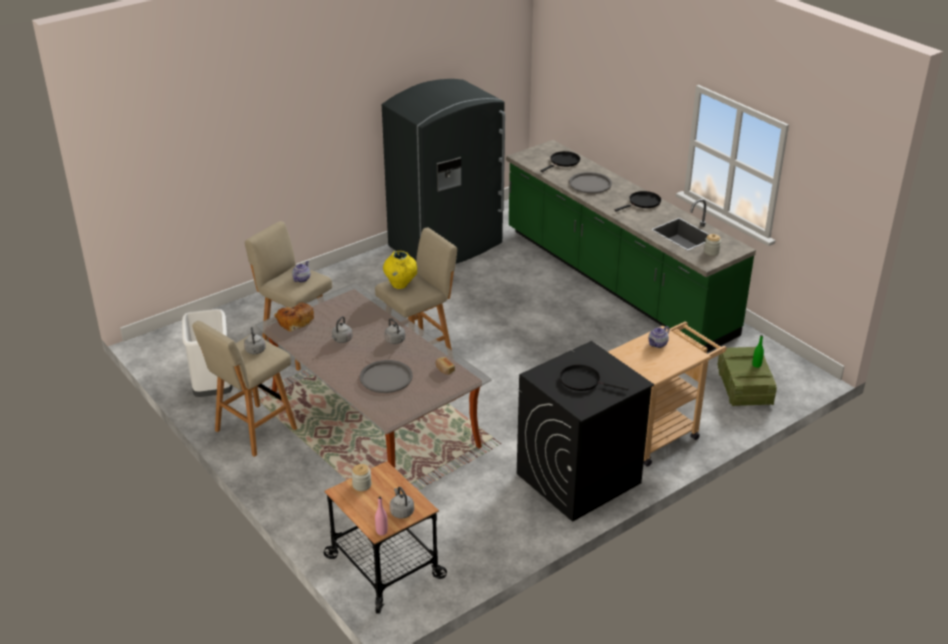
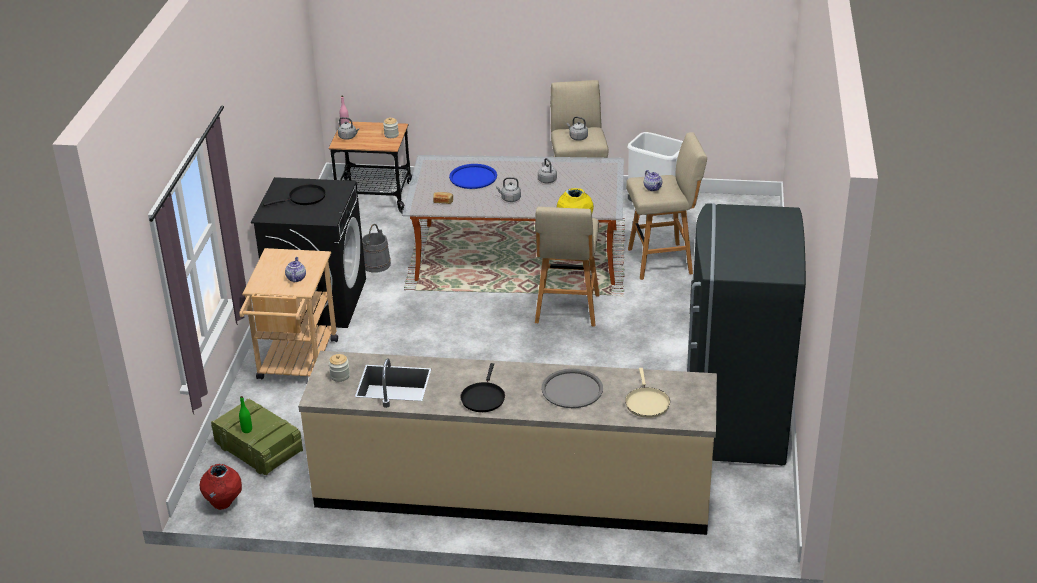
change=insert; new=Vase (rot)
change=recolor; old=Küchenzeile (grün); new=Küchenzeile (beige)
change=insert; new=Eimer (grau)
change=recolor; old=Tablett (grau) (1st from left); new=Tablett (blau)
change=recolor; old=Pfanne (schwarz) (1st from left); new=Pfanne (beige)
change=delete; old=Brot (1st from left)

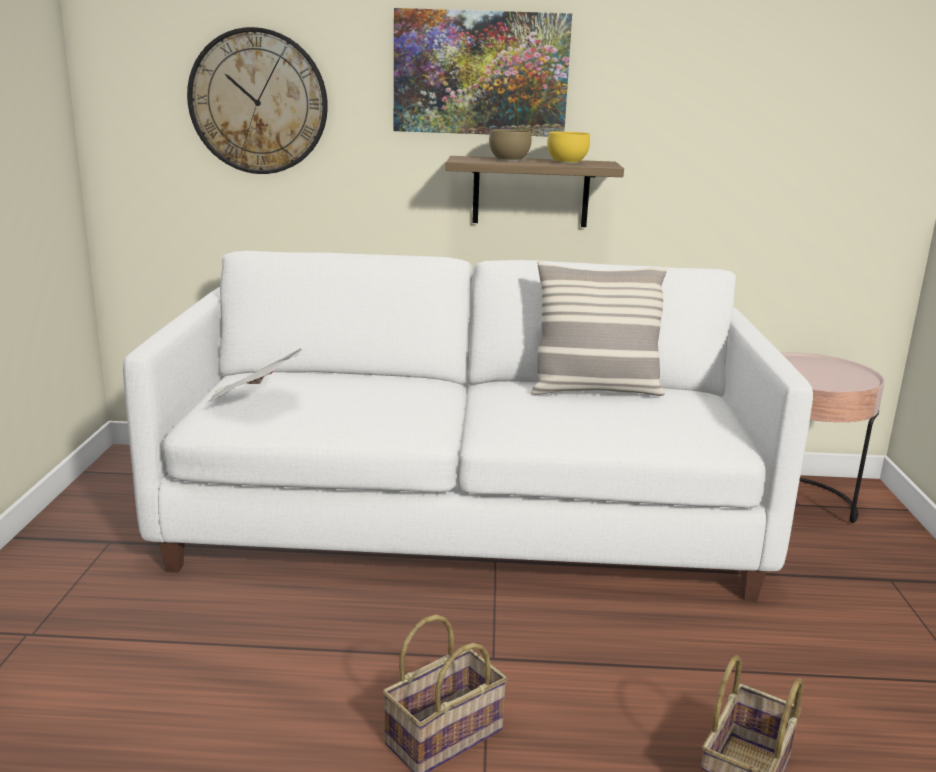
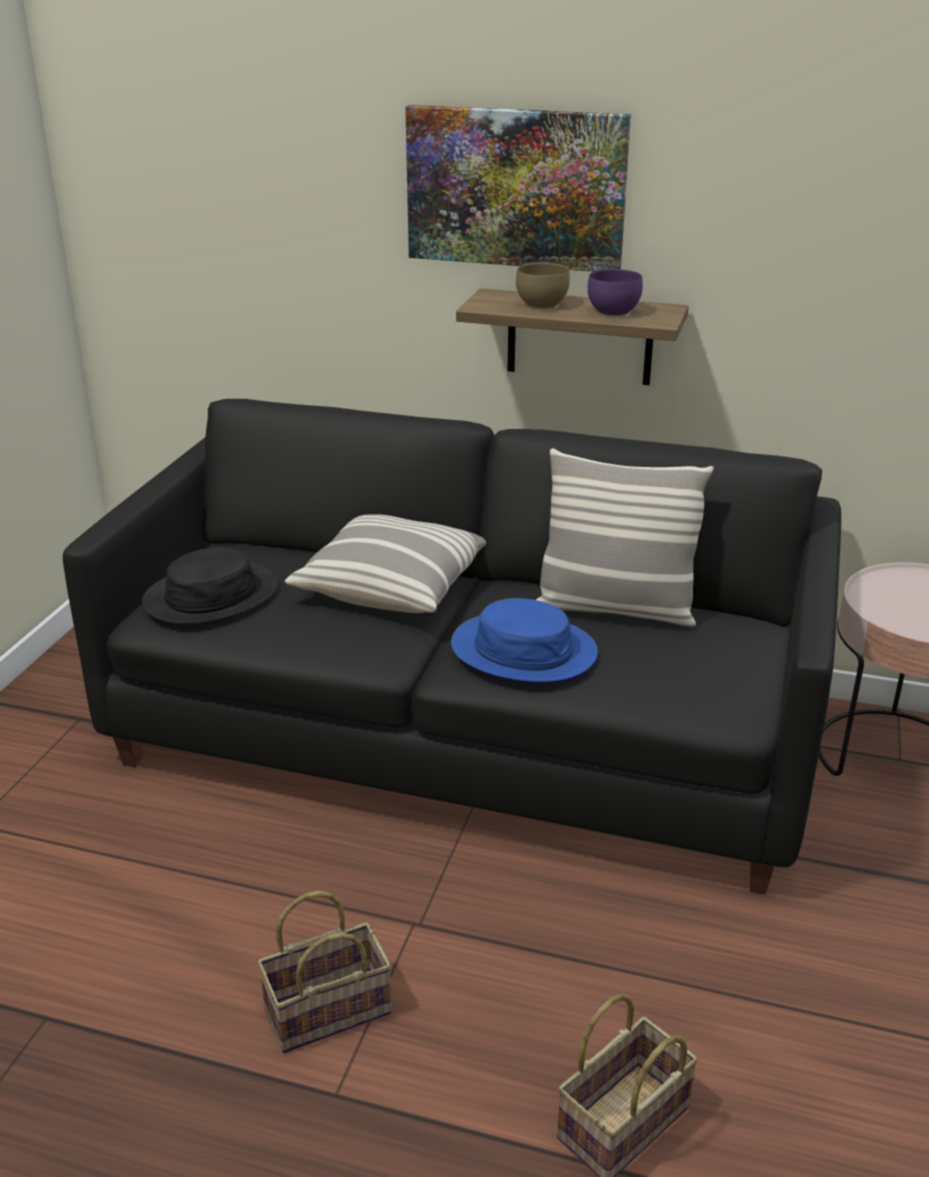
change=recolor; old=Sofa (weiß); new=Sofa (schwarz)
change=replace; old=Zeitung; new=Hut (schwarz)
change=insert; new=Kissen (1st from left)
change=insert; new=Hut (blau)
change=recolor; old=Schüssel (gelb); new=Schüssel (lila)
change=delete; old=Wanduhr

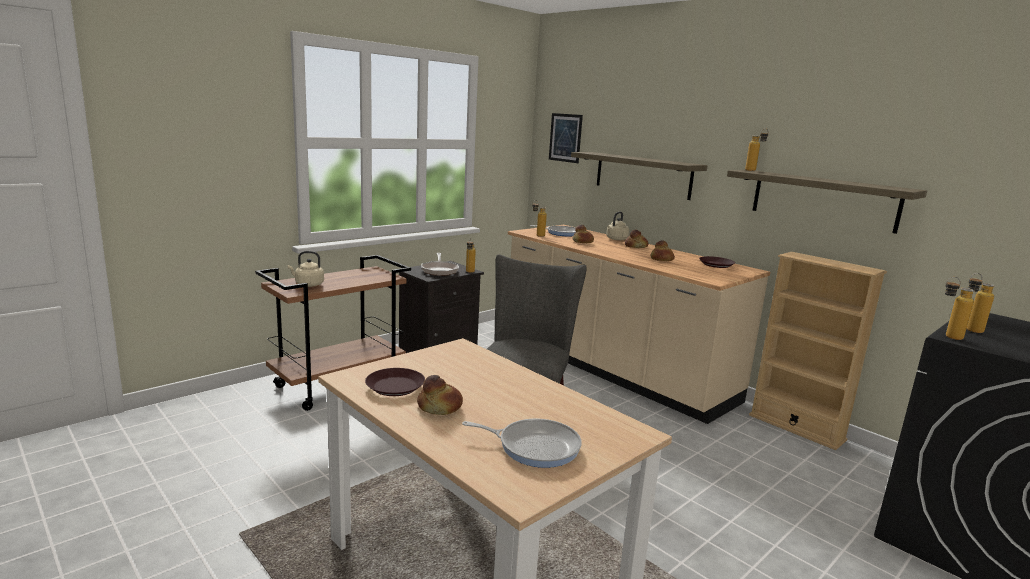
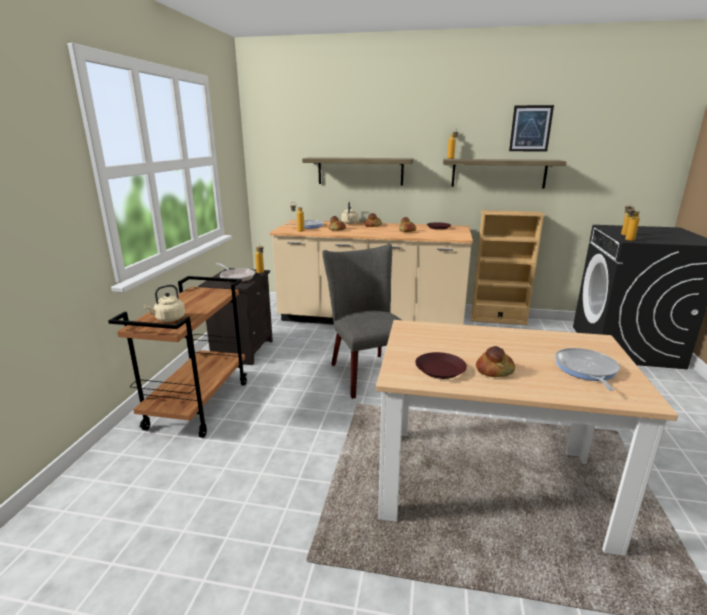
change=move; old=Bild
change=rotate; old=Pfanne (2nd from left in the first image); degrees=-60

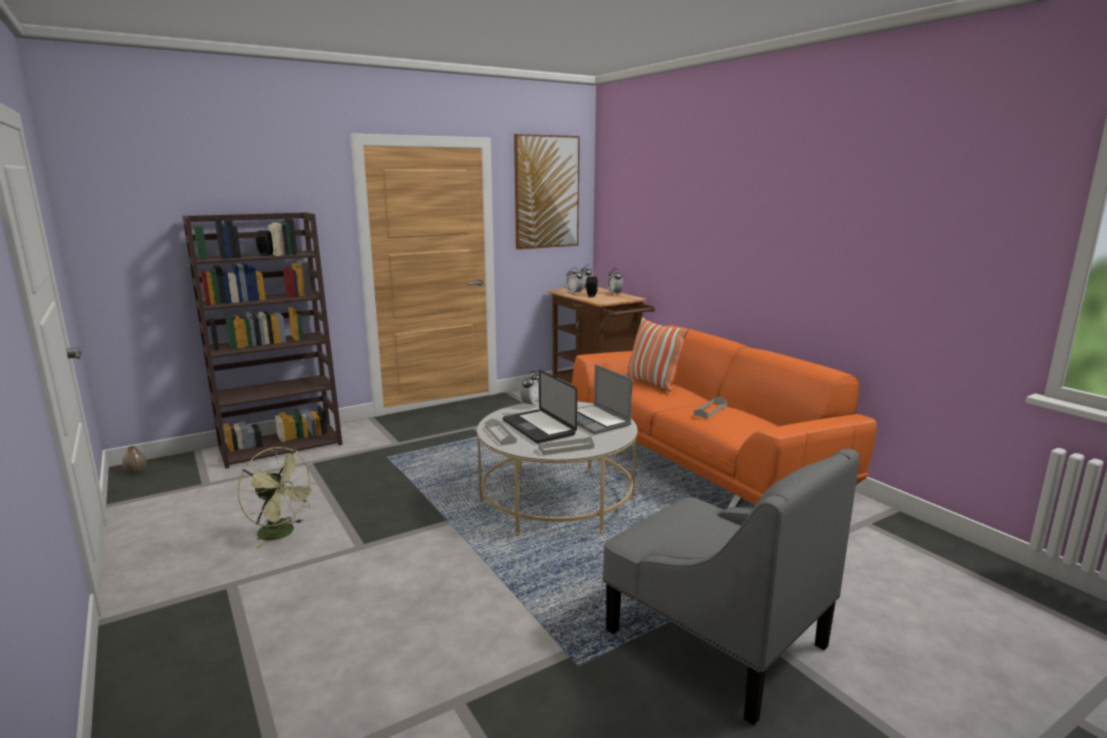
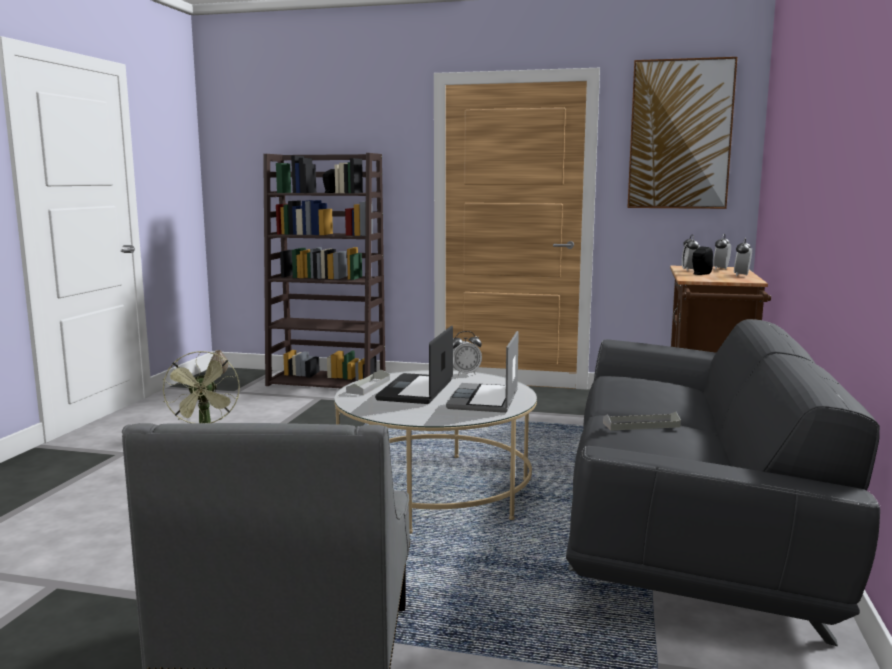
change=recolor; old=Sofa (orange); new=Sofa (grau)
change=delete; old=Tablett (grau) (2nd from left)
change=delete; old=Kissen

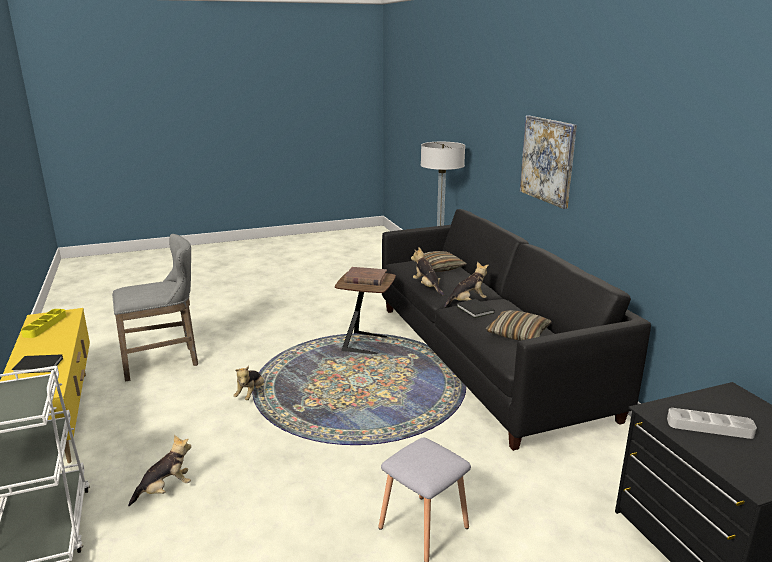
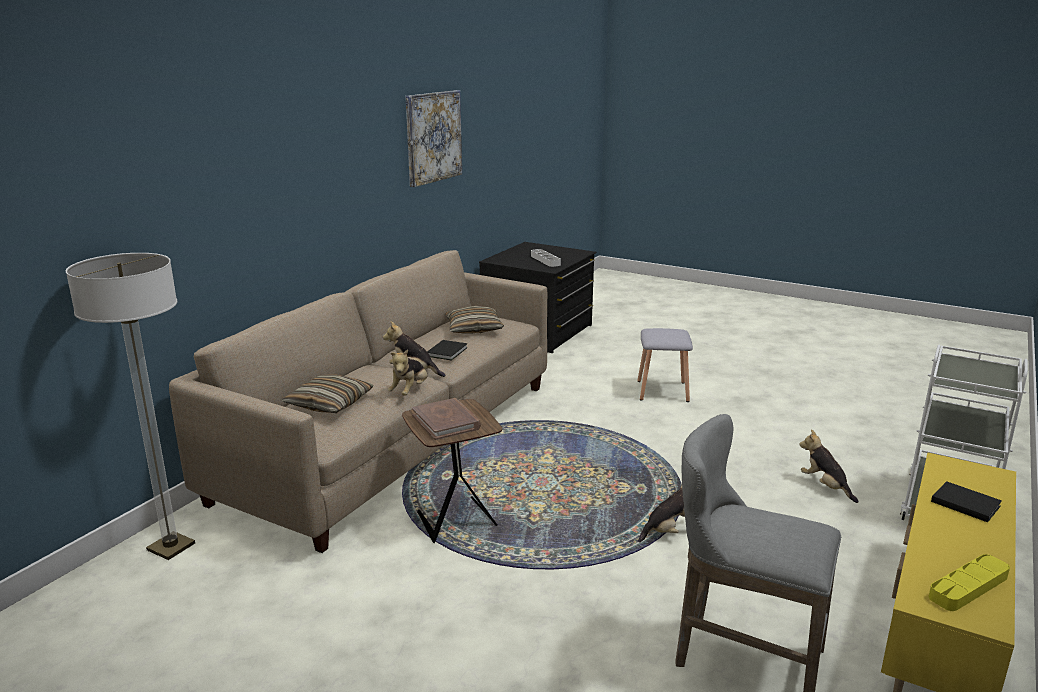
change=recolor; old=Sofa (schwarz); new=Sofa (beige)
change=move; old=Bild
change=rotate; old=Plüschtier (1st from left in the first image); degrees=45

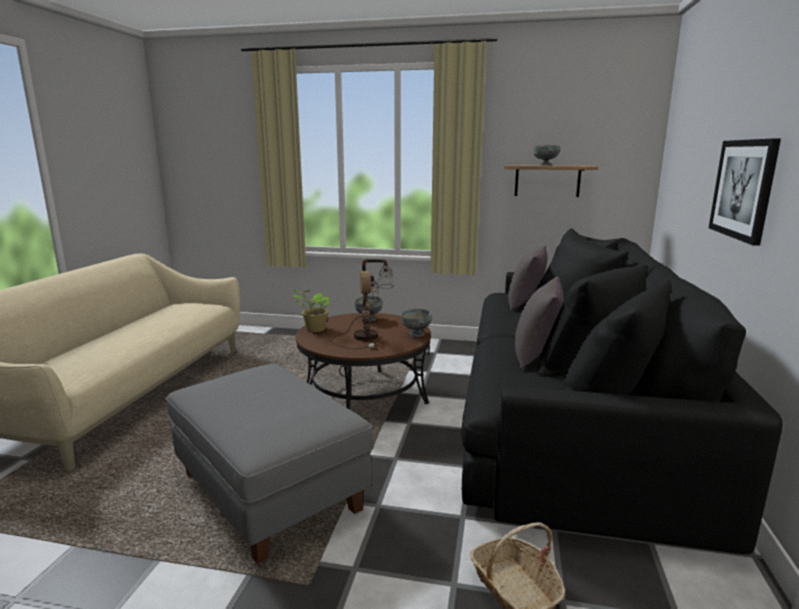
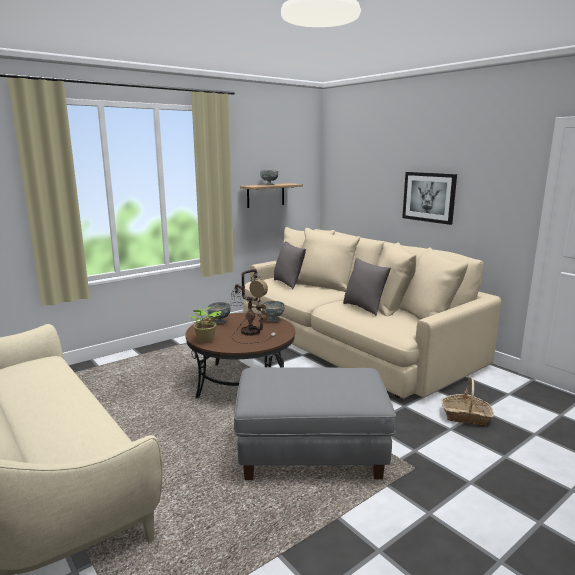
change=recolor; old=Sofa (schwarz); new=Sofa (beige) (2nd from left)

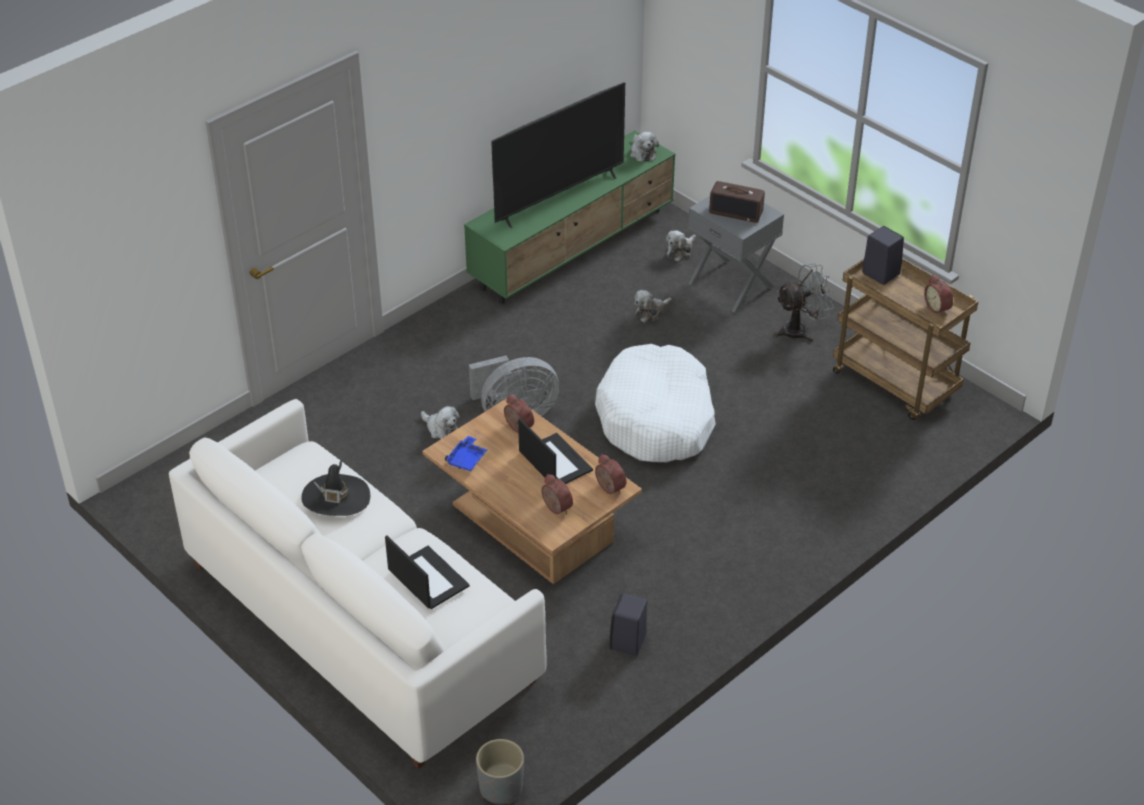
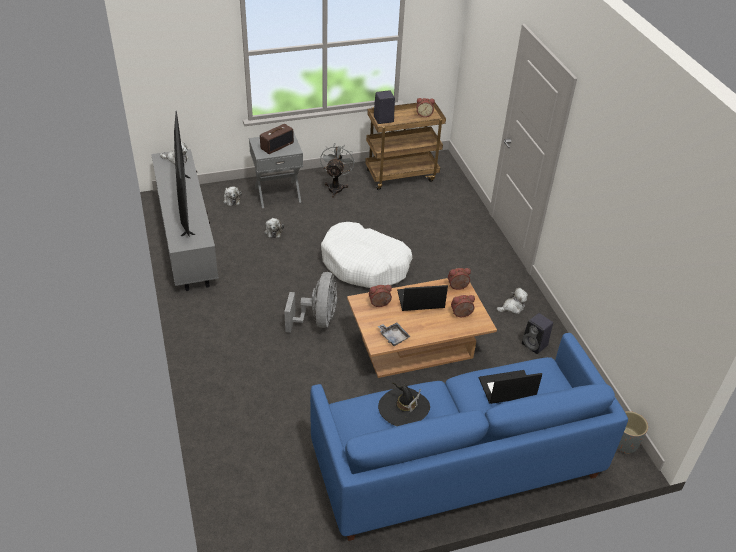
change=recolor; old=Fernsehschrank (grün); new=Fernsehschrank (grau)
change=recolor; old=Sofa (weiß); new=Sofa (blau)
change=recolor; old=Tablett (blau); new=Tablett (grau)
change=move; old=Plüschtier (1st from left in the first image); new=Plüschtier (4th from left)

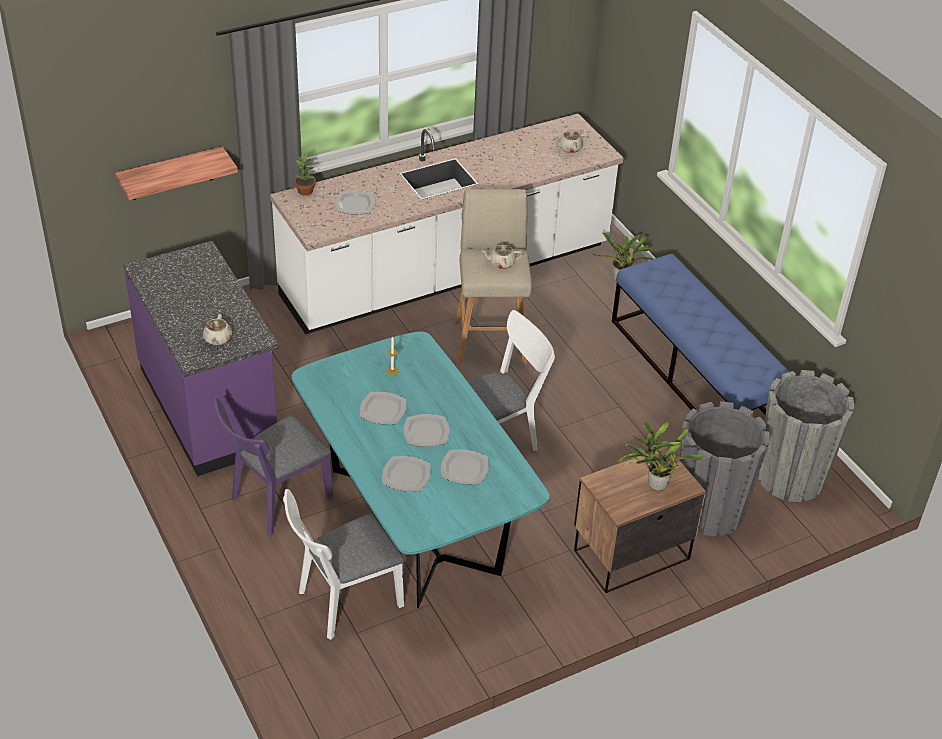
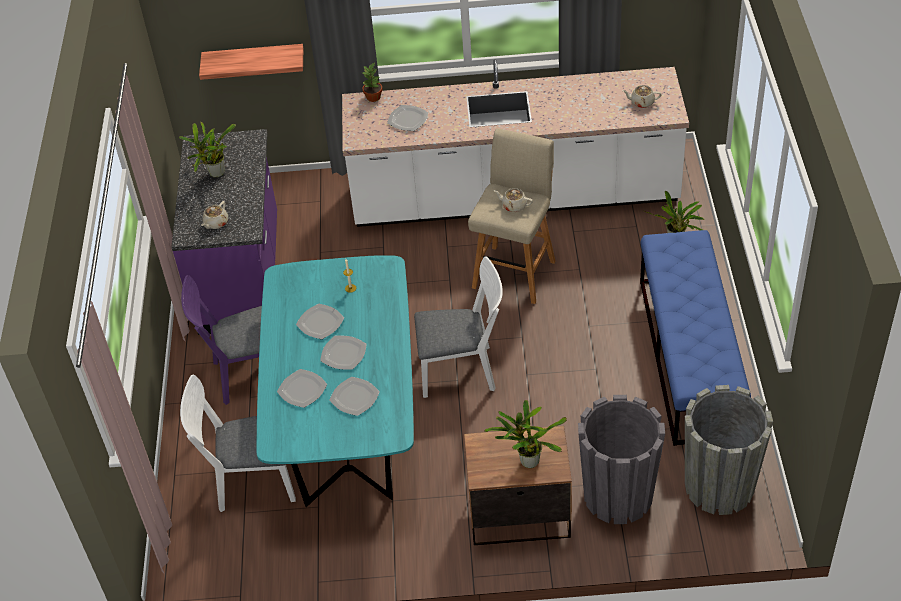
change=insert; new=Topfpflanze (1st from left)

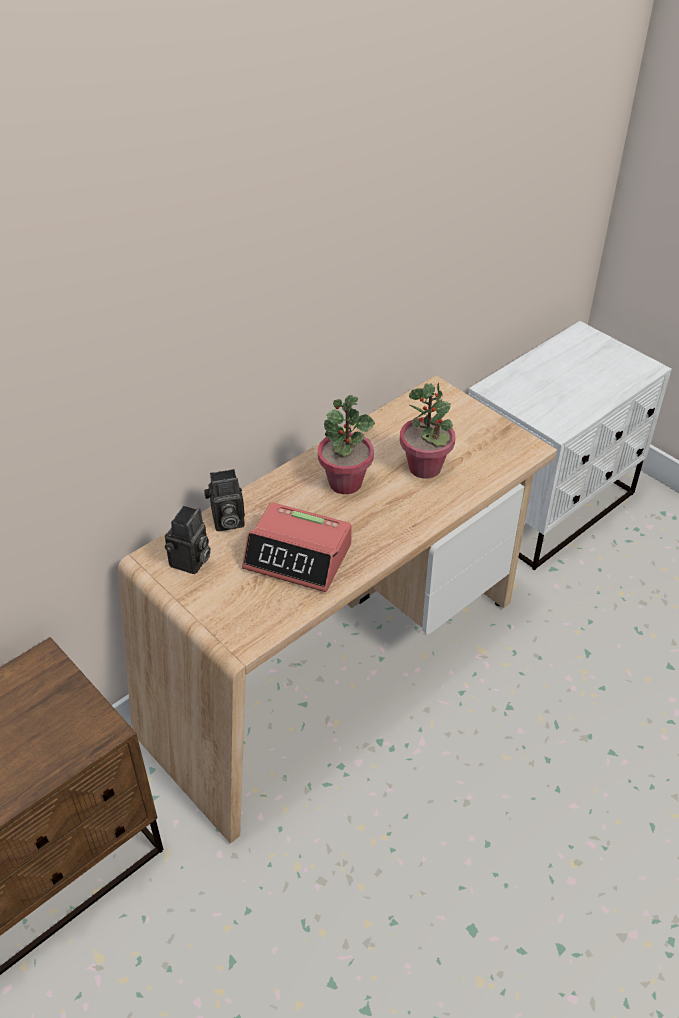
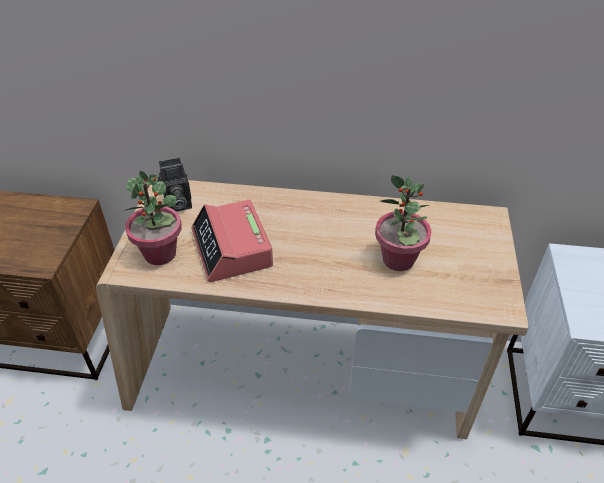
change=move; old=Topfpflanze (1st from left)
change=delete; old=Kamera (2nd from left)

